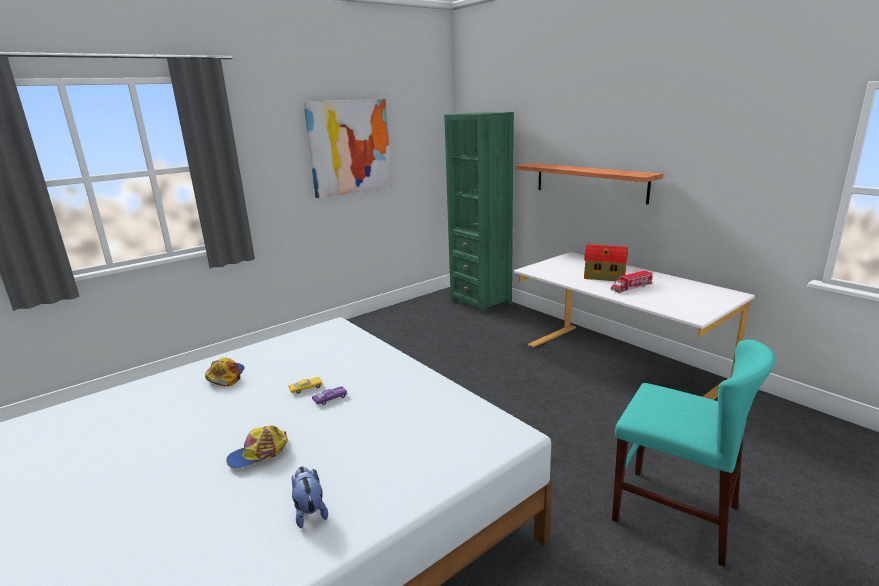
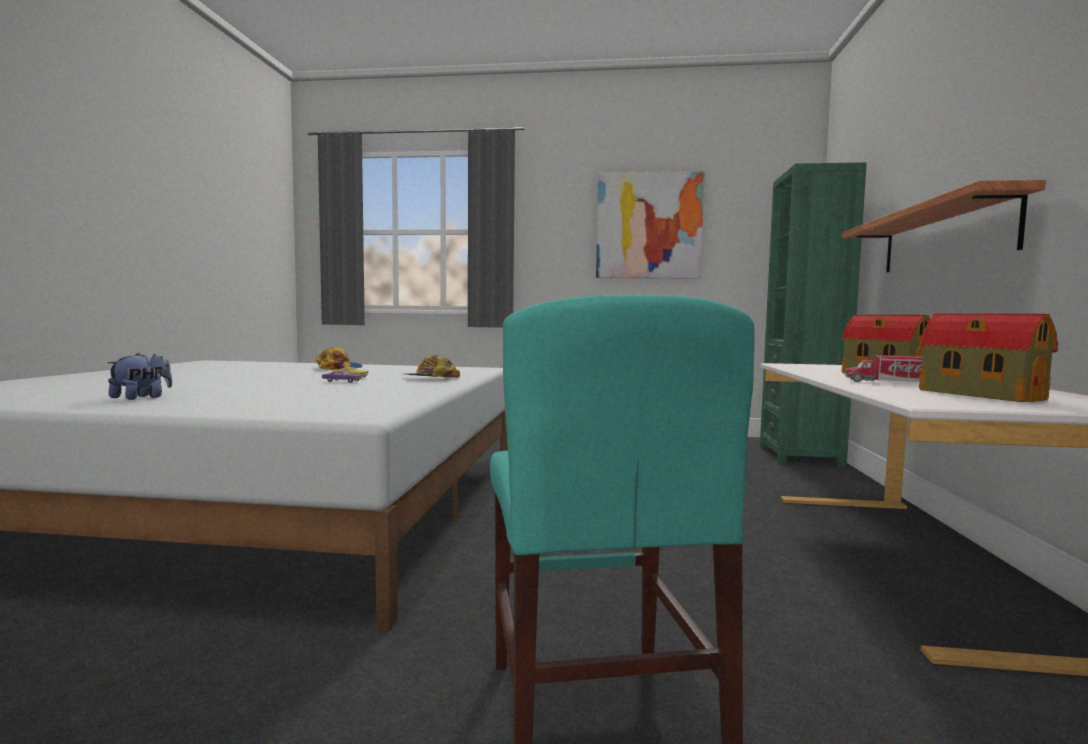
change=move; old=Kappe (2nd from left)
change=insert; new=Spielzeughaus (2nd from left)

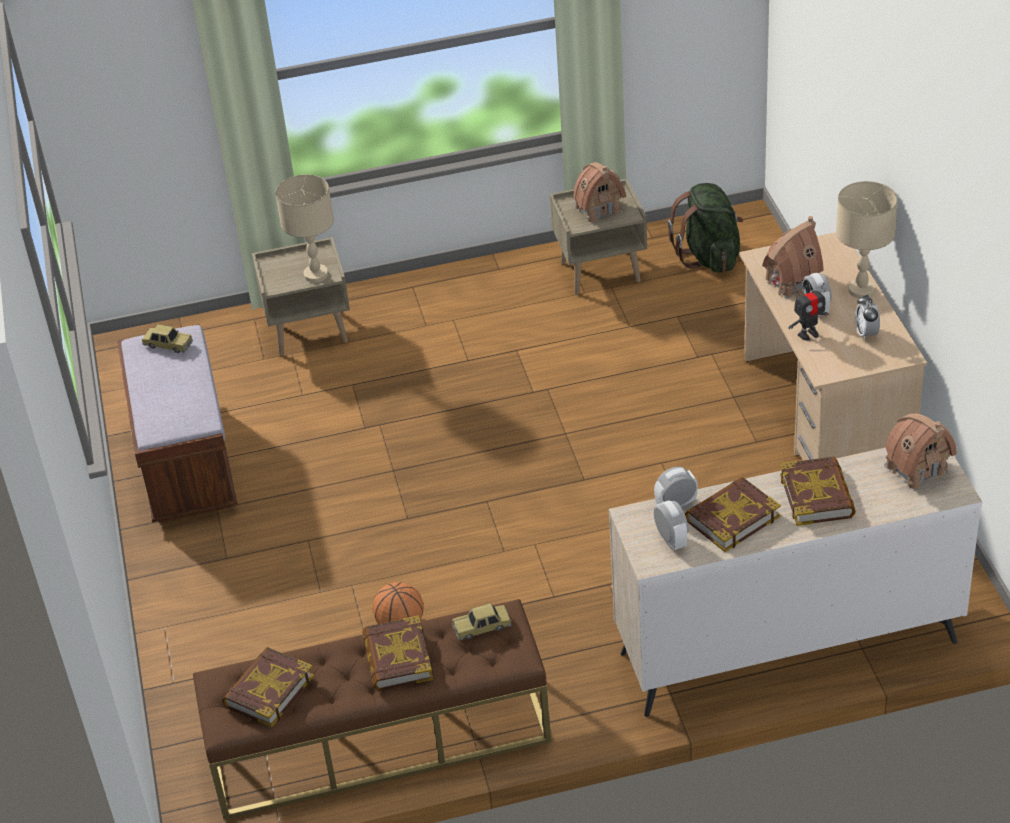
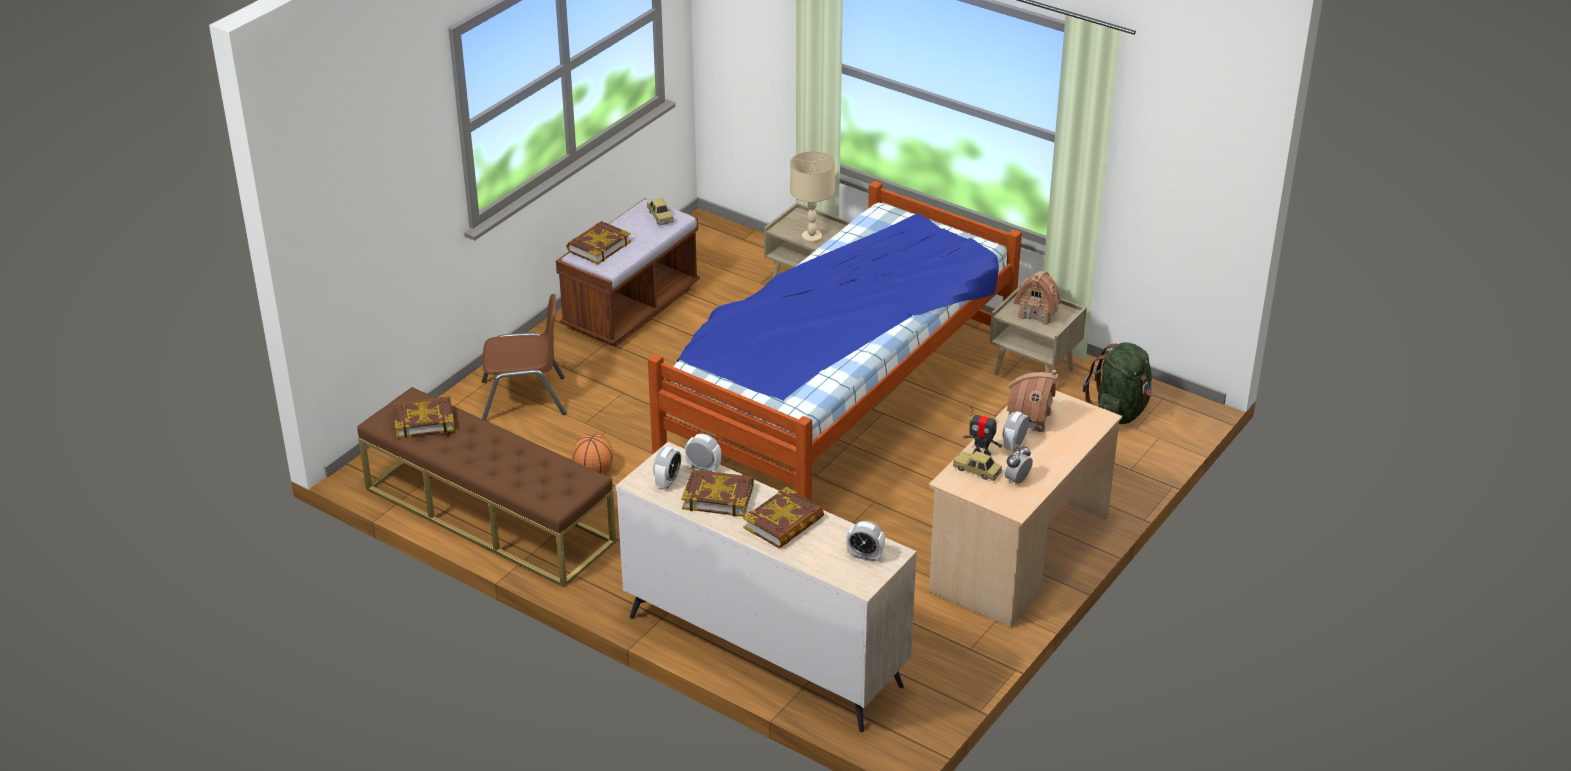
change=insert; new=Stuhl (braun)
change=move; old=Buch (2nd from left)
change=insert; new=Bett
change=replace; old=Spielzeughaus (3rd from left); new=Wecker (3rd from left)
change=move; old=Spielzeugauto (2nd from left)
change=delete; old=Tischlampe (beige) (2nd from left)

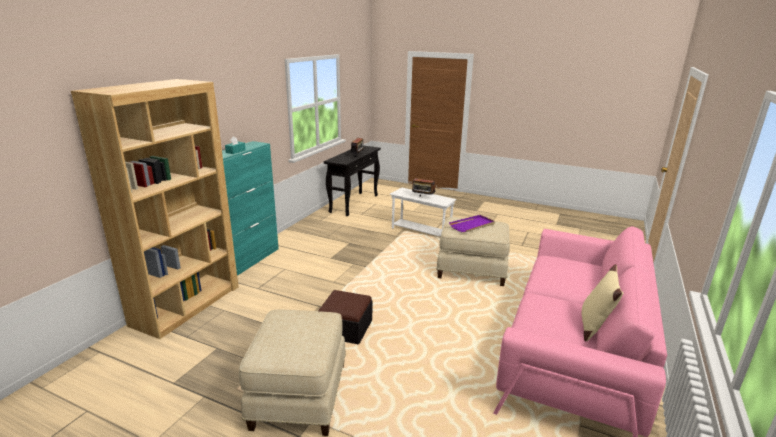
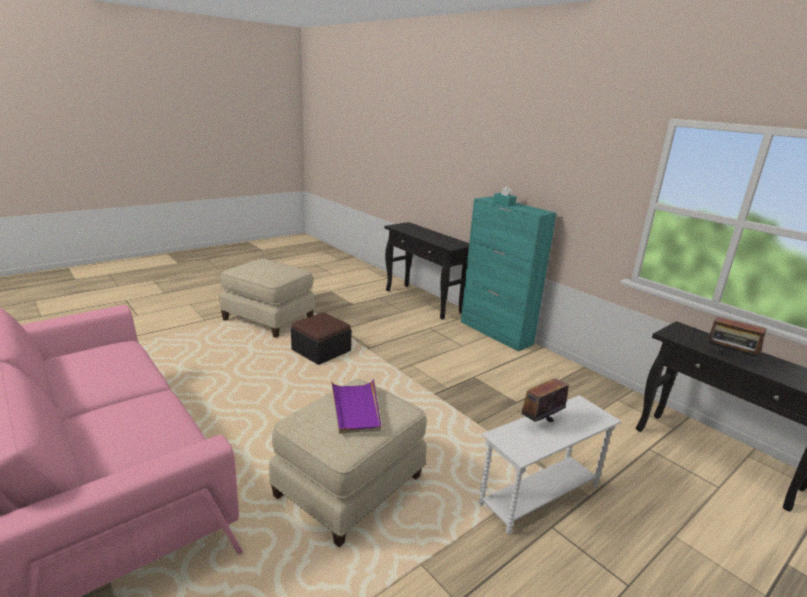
change=replace; old=Bücherregal (braun); new=Konsolentisch (schwarz) (1st from left)
change=delete; old=Kissen (beige)

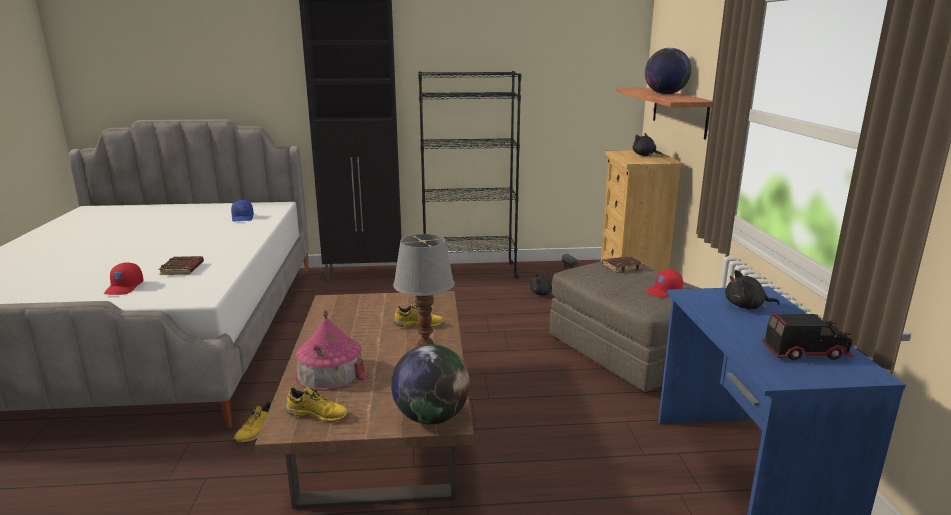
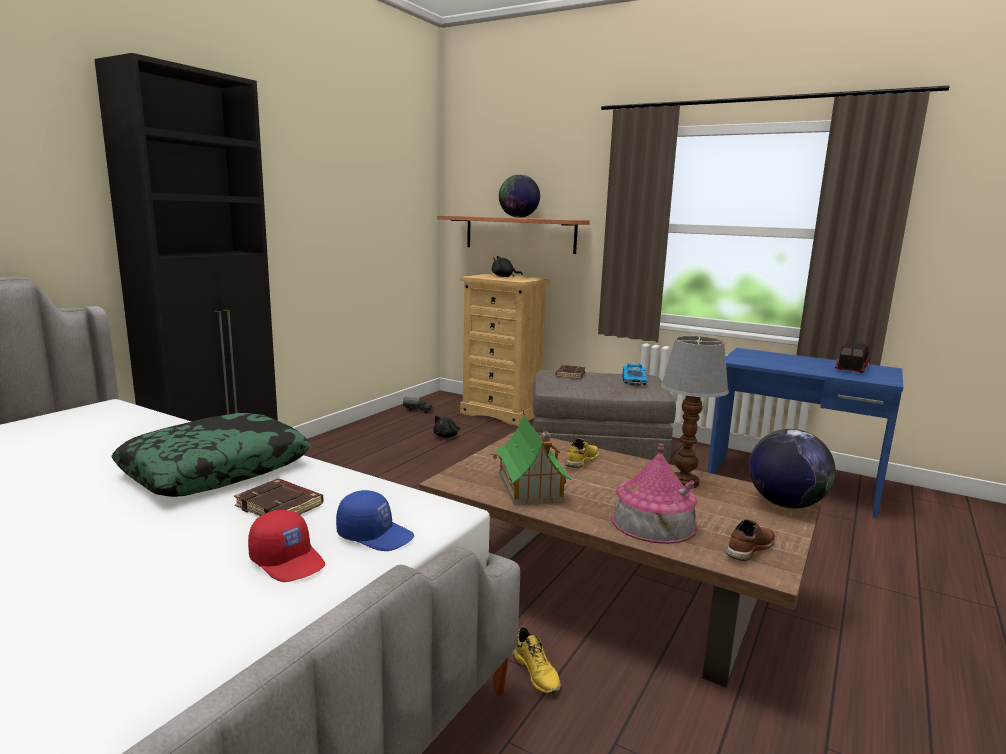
change=insert; new=Kissen
change=move; old=Kappe (blau)
change=insert; new=Spielzeughaus (1st from left)
change=replace; old=Kappe (rot) (2nd from left); new=Spielzeugauto
change=recolor; old=Schuh (gelb) (2nd from left); new=Schuh (braun)
change=delete; old=Bücherregal (schwarz)
change=delete; old=Plüschtier (schwarz) (3rd from left)

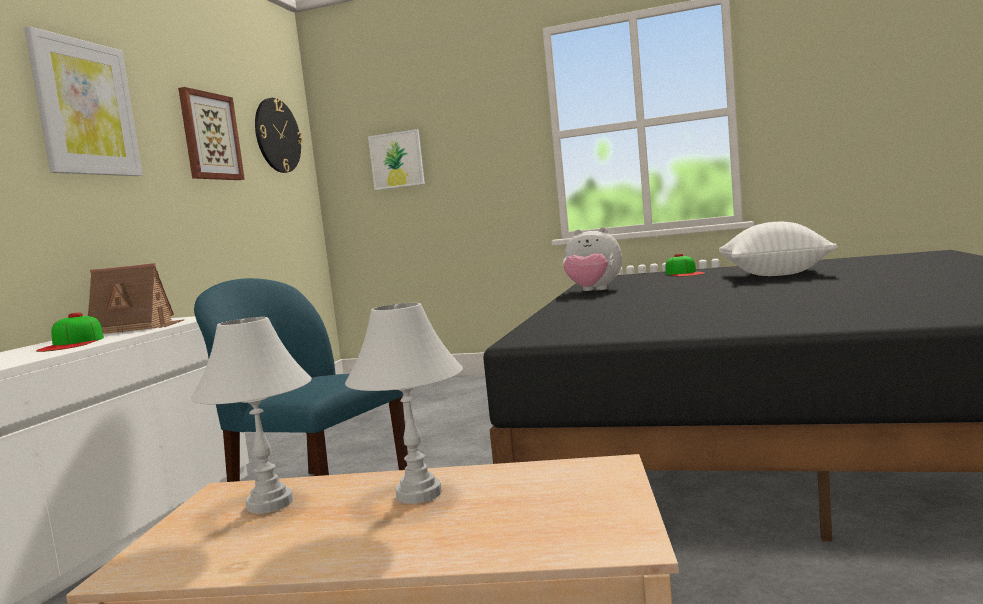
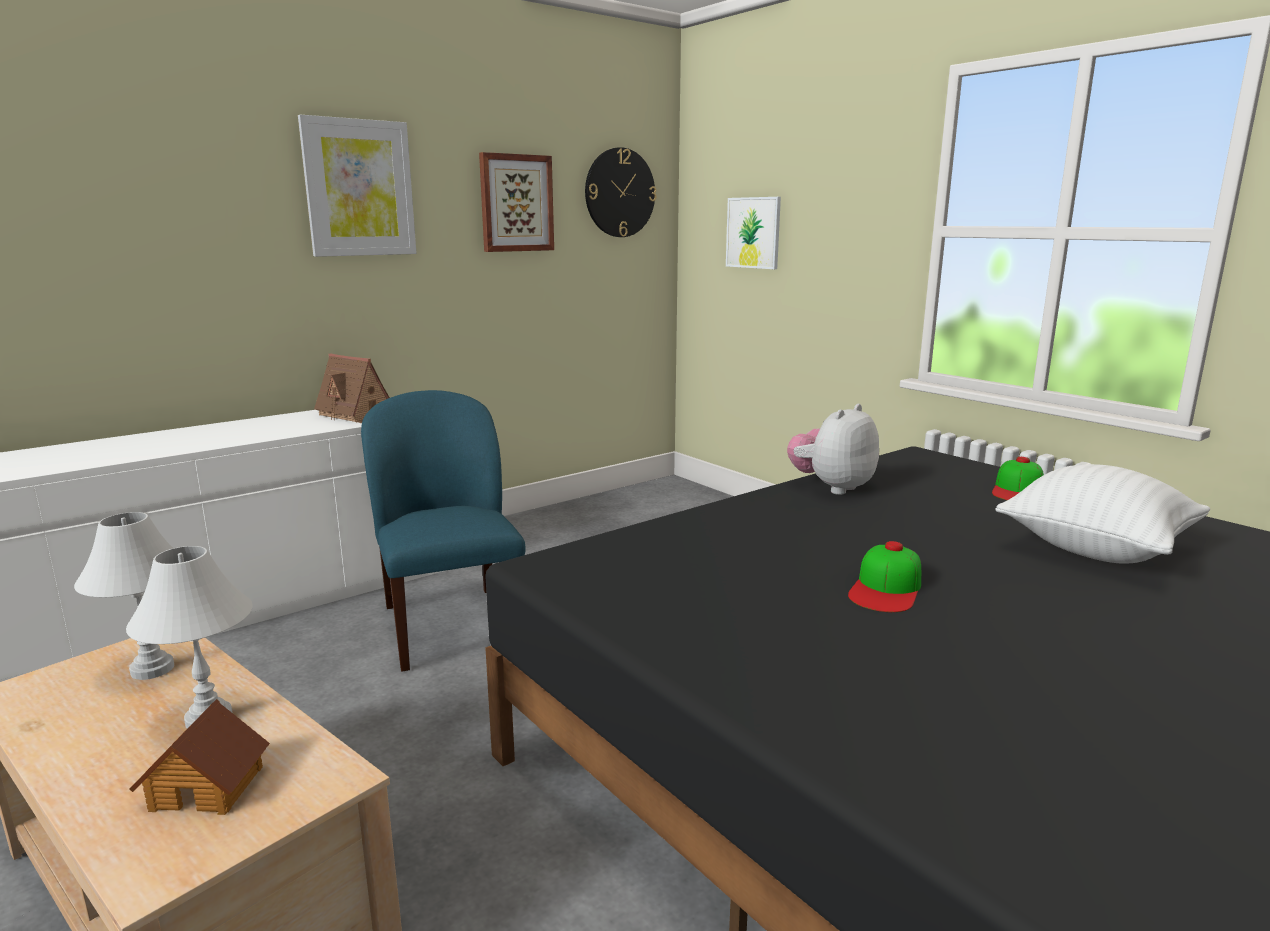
change=insert; new=Spielzeughaus (1st from left)
change=rotate; old=Plüschtier; degrees=75
change=move; old=Kappe (1st from left)

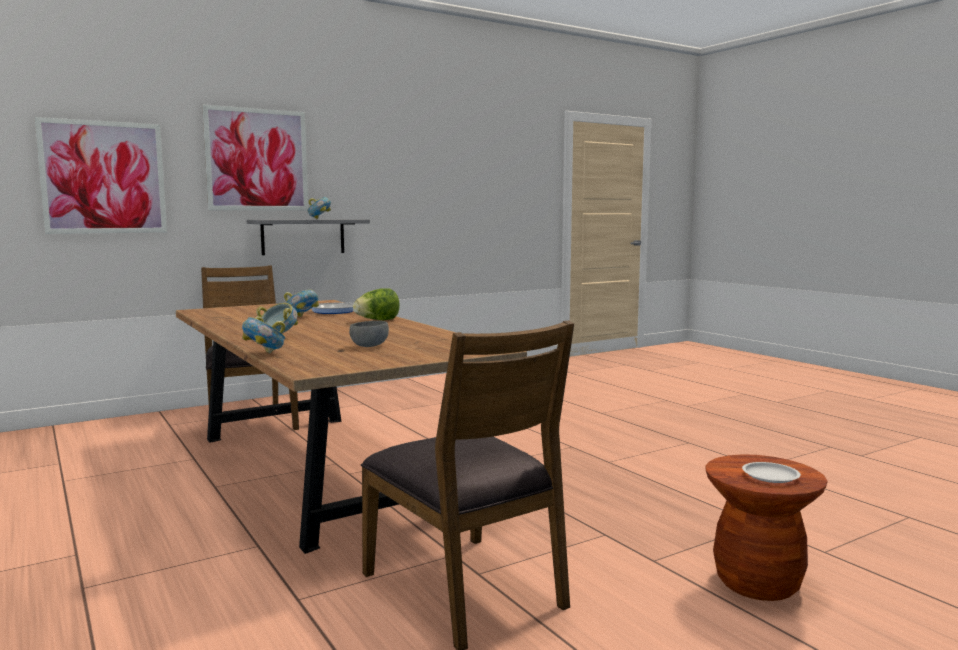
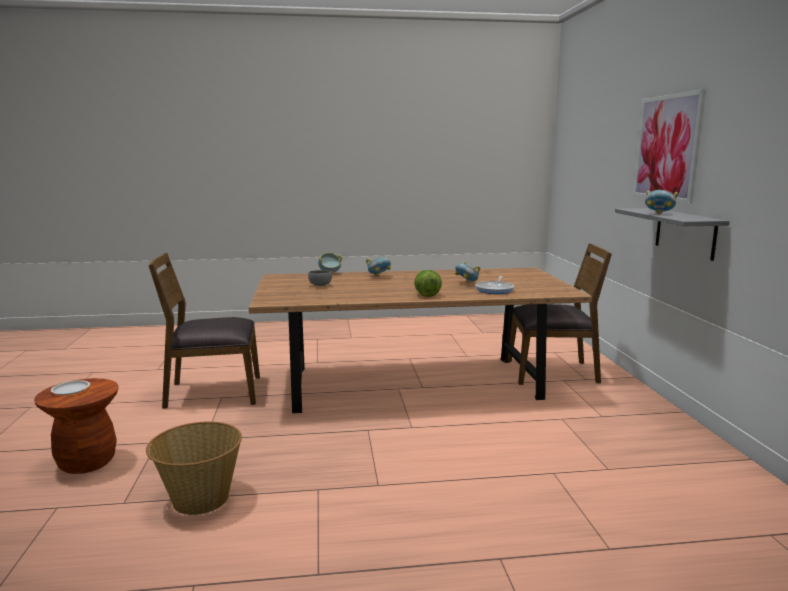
change=insert; new=Korb
change=delete; old=Bild (1st from left)

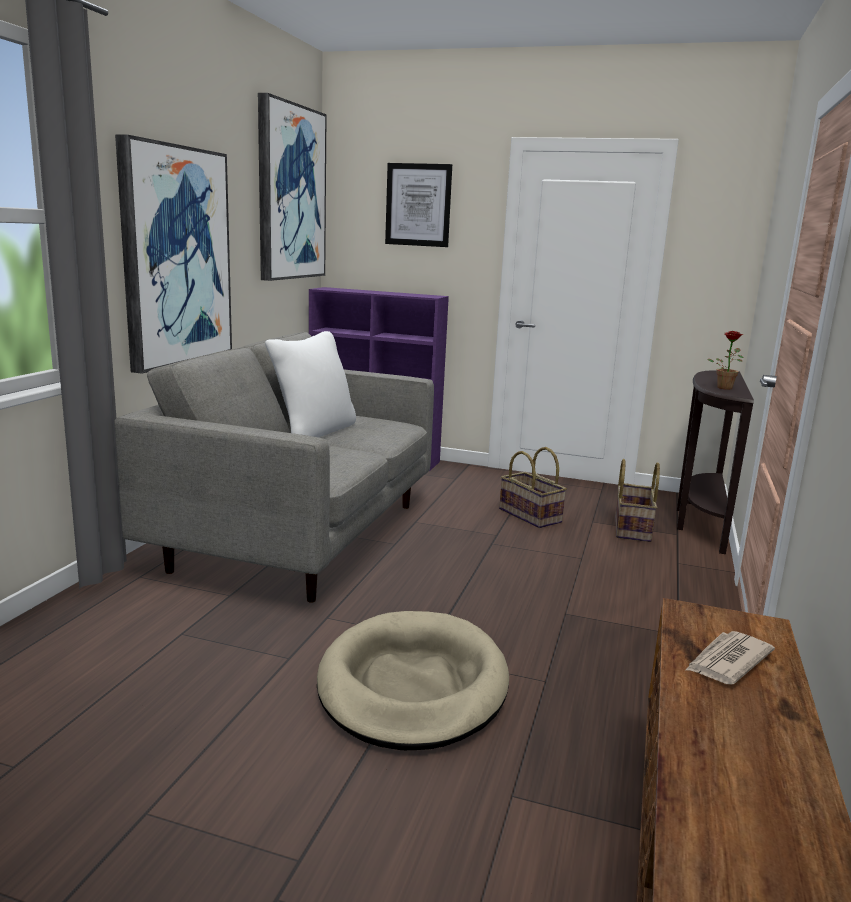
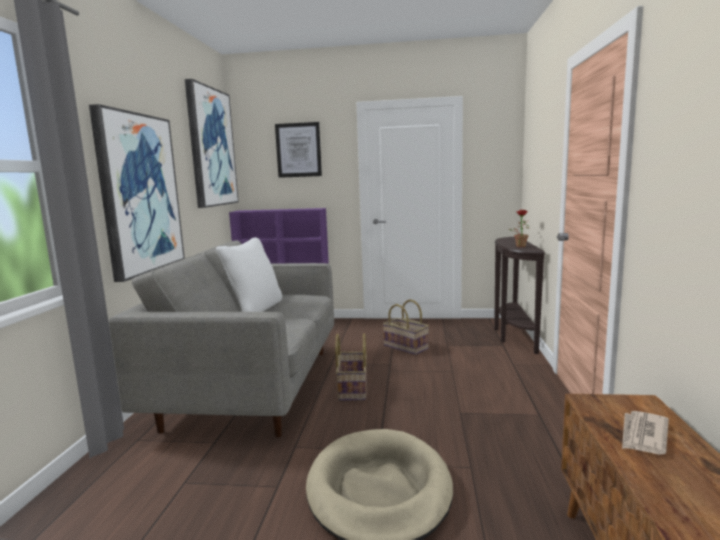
change=move; old=Korb (2nd from left in the first image); new=Korb (1st from left)

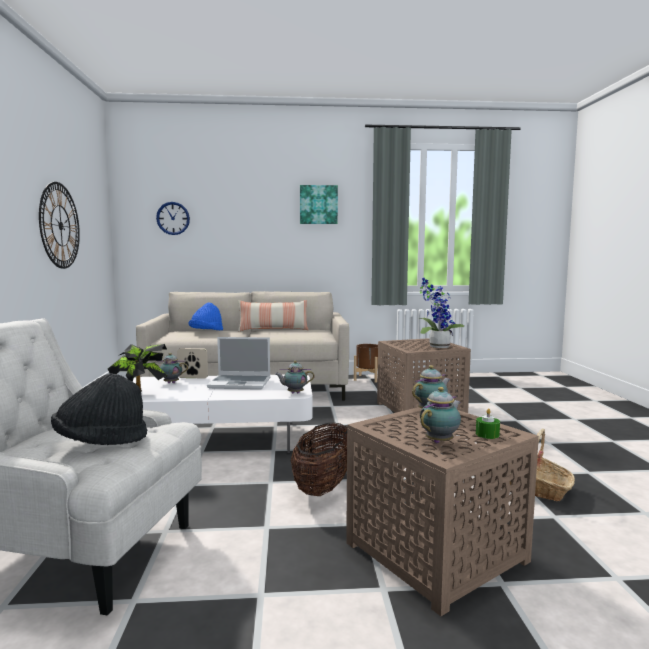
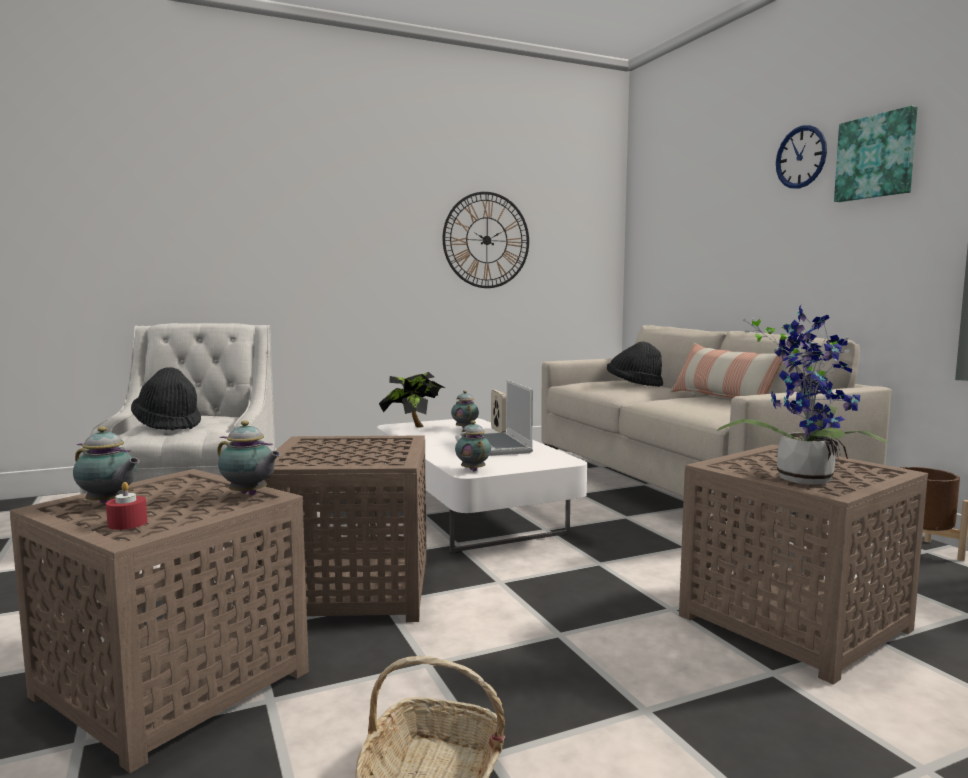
change=recolor; old=Kerze (grün); new=Kerze (rot)
change=replace; old=Korb (1st from left); new=Beistelltisch (braun) (2nd from left)
change=recolor; old=Hut (blau); new=Hut (schwarz) (2nd from left)
change=move; old=Wanduhr (2nd from left)

